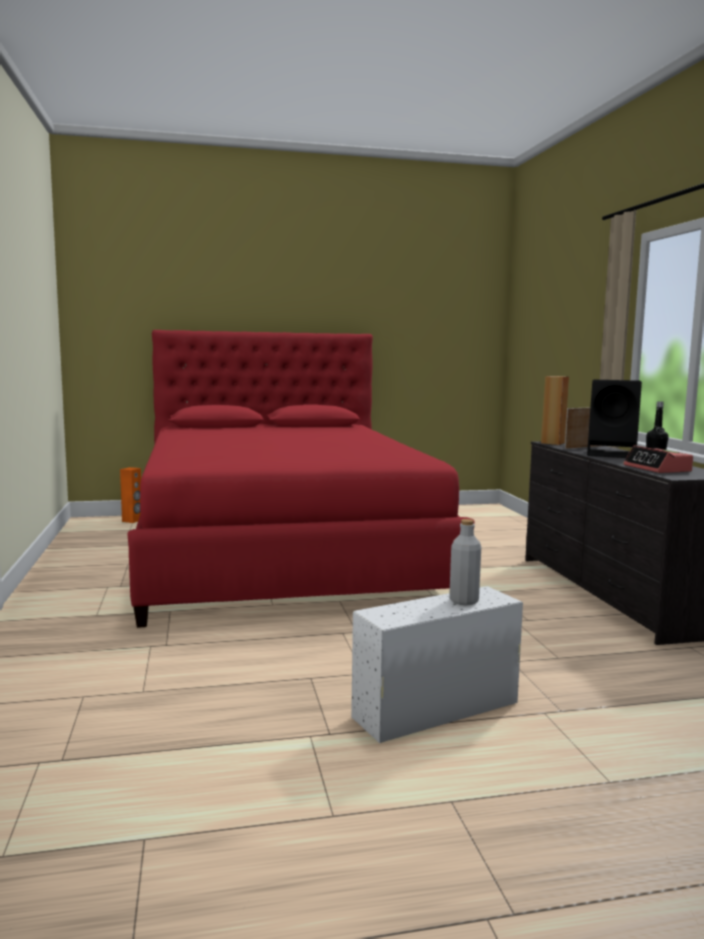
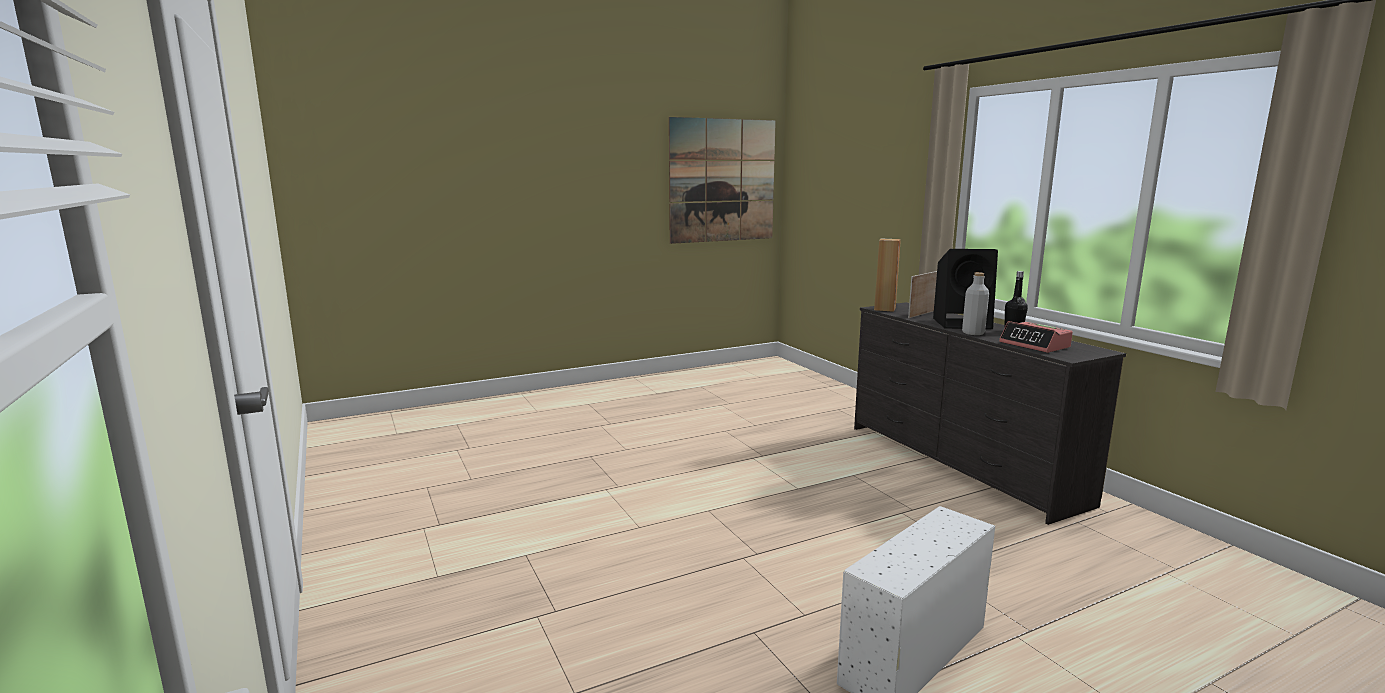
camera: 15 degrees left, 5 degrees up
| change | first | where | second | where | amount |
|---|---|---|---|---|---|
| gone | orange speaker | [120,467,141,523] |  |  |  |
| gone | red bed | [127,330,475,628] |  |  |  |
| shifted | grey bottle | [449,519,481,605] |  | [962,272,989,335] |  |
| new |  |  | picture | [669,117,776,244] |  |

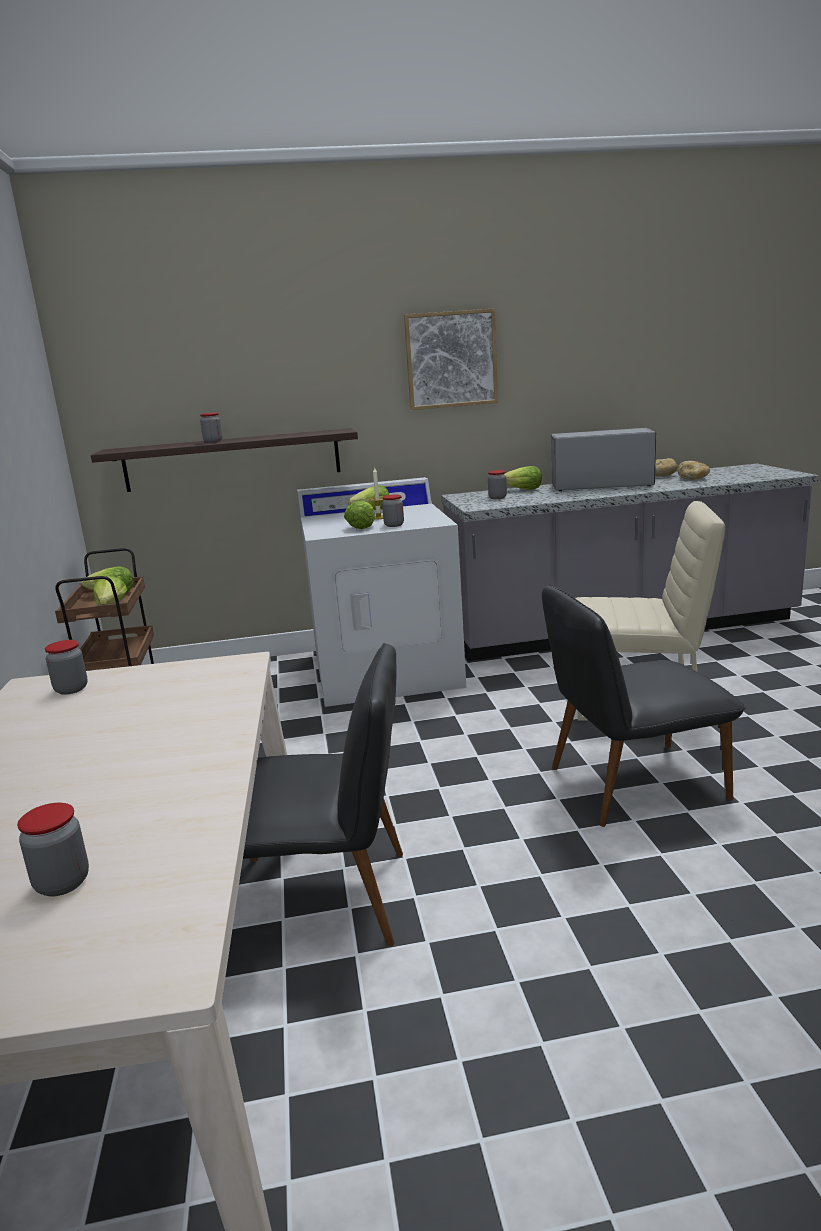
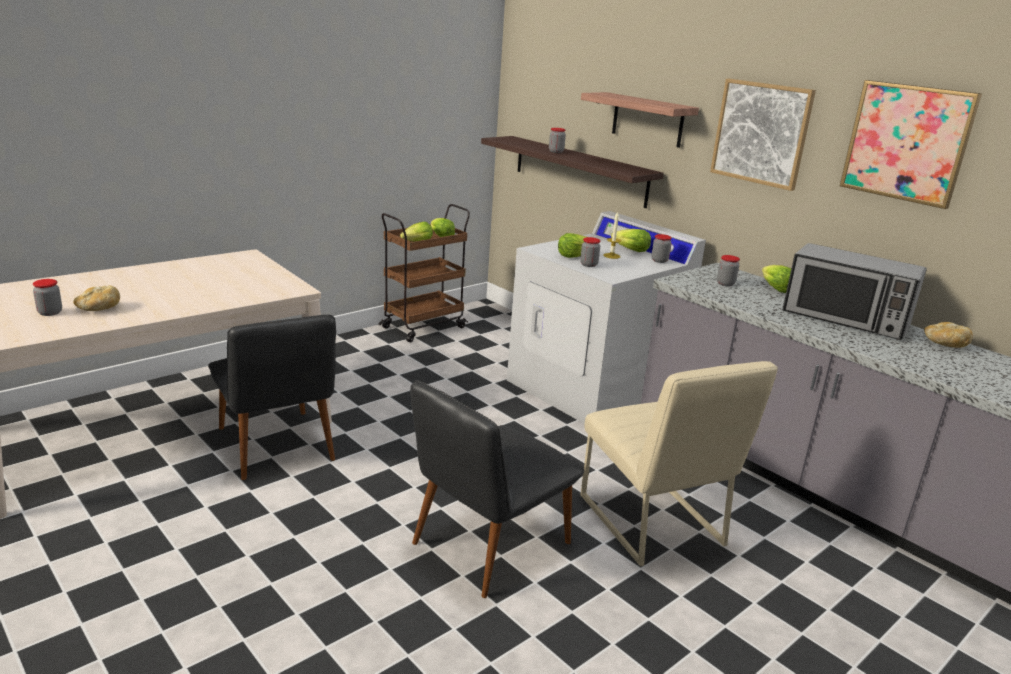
camera: 55 degrees right, 5 degrees up
| change | first | where | second | where | amount |
|---|---|---|---|---|---|
| shifted | jar | [45,640,88,695] |  | [651,234,672,263] |  |
| rotated | black chair | [542,585,745,827] |  | [410,380,584,598] | 90 degrees counterclockwise |
| rotated | microwave | [551,428,656,491] |  | [783,243,927,340] | 150 degrees clockwise |
| shifted | bread | [678,461,710,480] |  | [73,286,120,311] |  |
| new |  |  | shelf | [581,92,699,148] |  |
| new |  |  | picture | [840,80,982,209] |  |

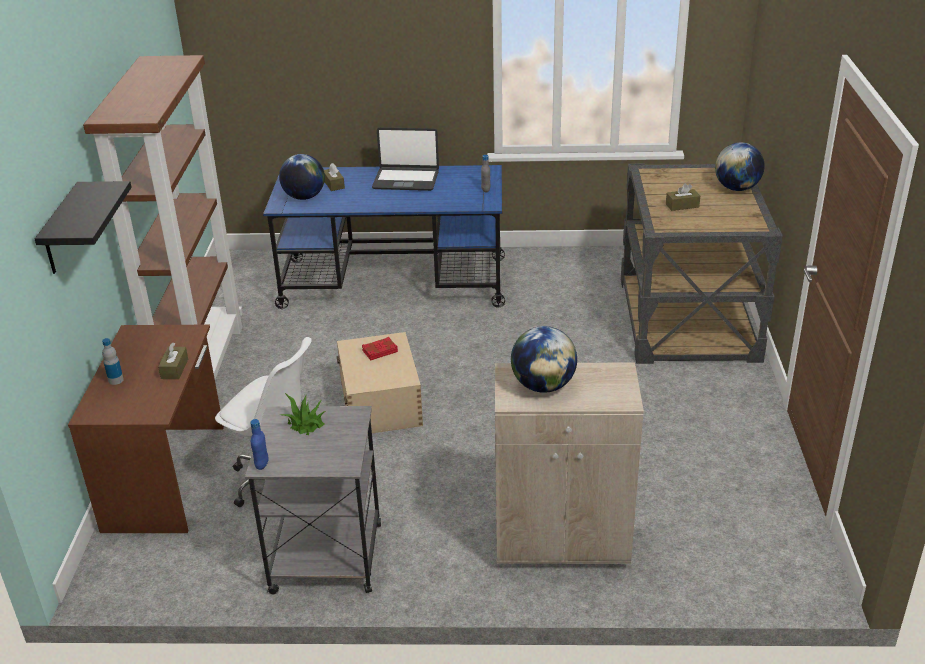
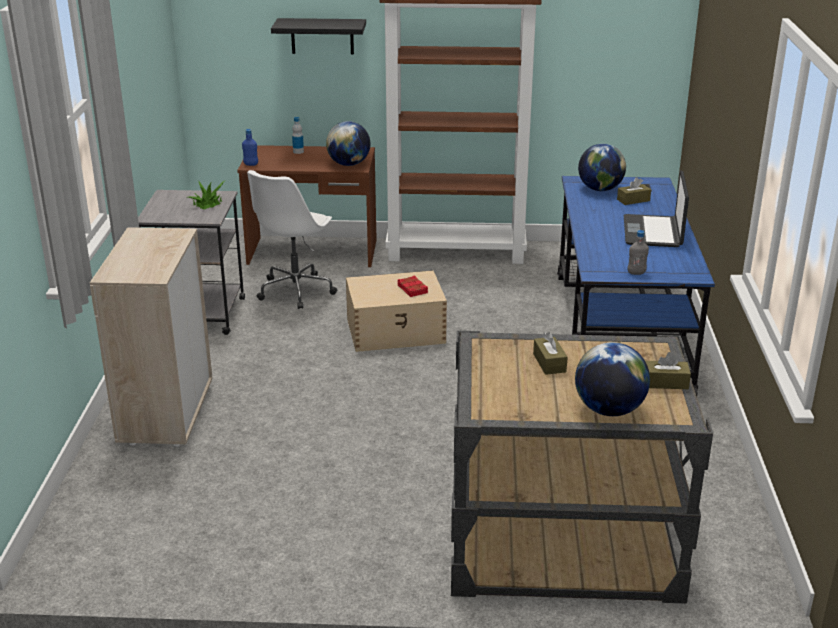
camera: 90 degrees right, 5 degrees down
| change | first | where | second | where | amount |
|---|---|---|---|---|---|
| shifted | brown tissue box | [158,342,188,379] |  | [645,352,691,389] |  |
| shifted | blue bottle | [250,419,269,470] |  | [242,129,258,166] |  |
| shifted | globe | [511,326,577,393] |  | [326,121,370,166] |  |

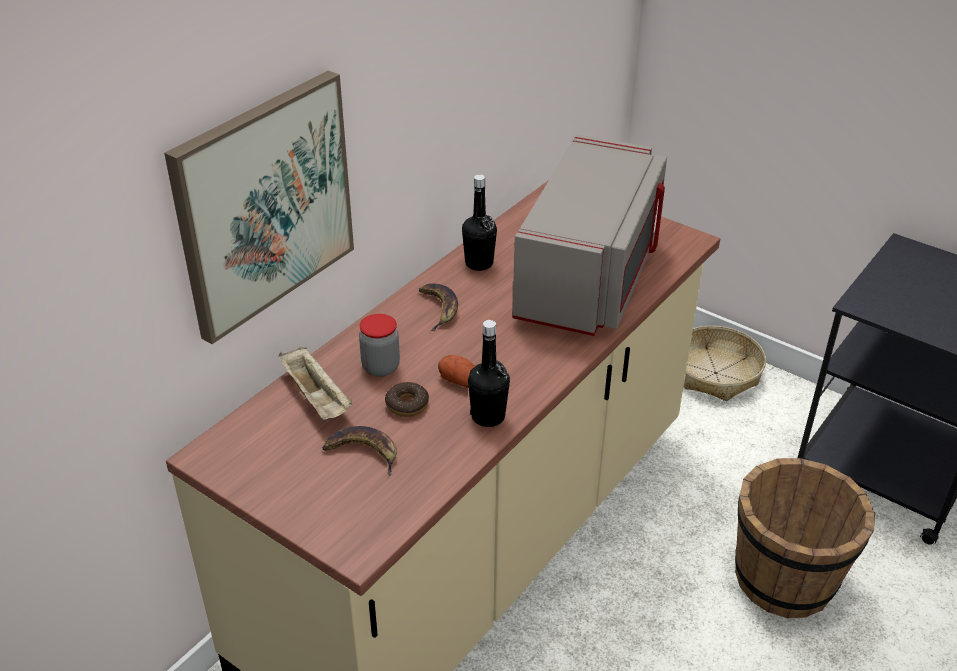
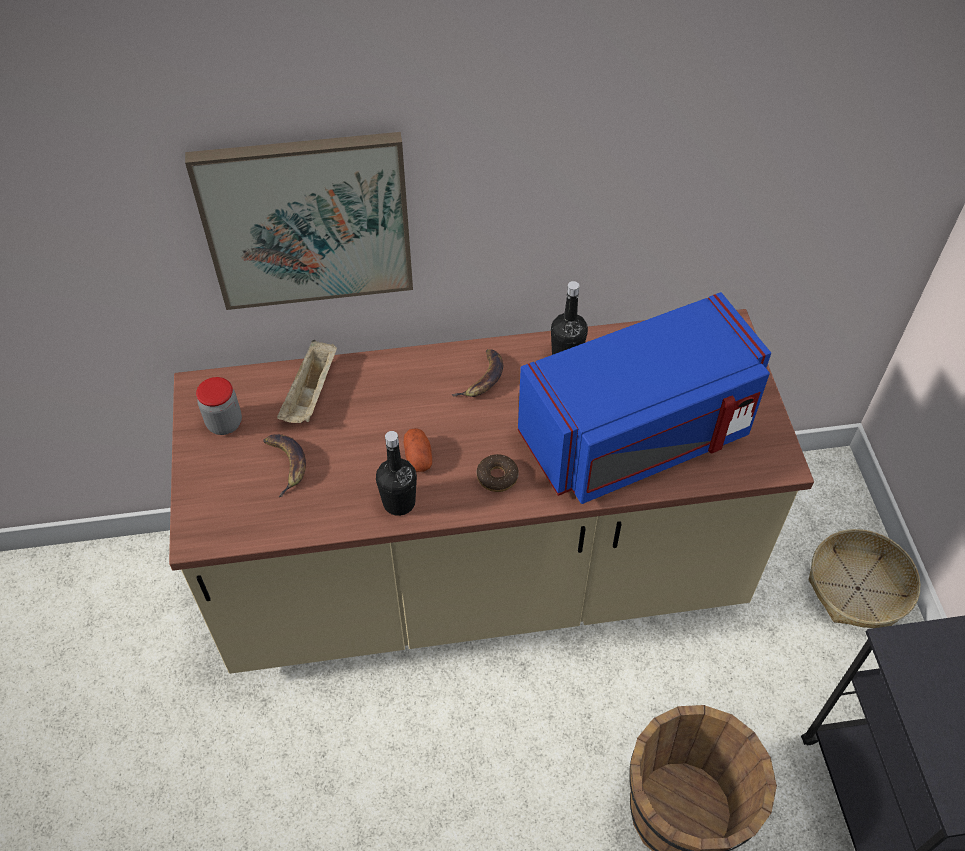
camera: 45 degrees right, 15 degrees up
| change | first | where | second | where | amount |
|---|---|---|---|---|---|
| shifted | jar | [359,314,400,377] |  | [196,377,242,435] |  |
| shifted | donut | [385,382,429,417] |  | [477,454,519,492] |  |
| repainted | grey microwave | [512,135,667,336] | blue microwave | [518,292,771,504] |  |

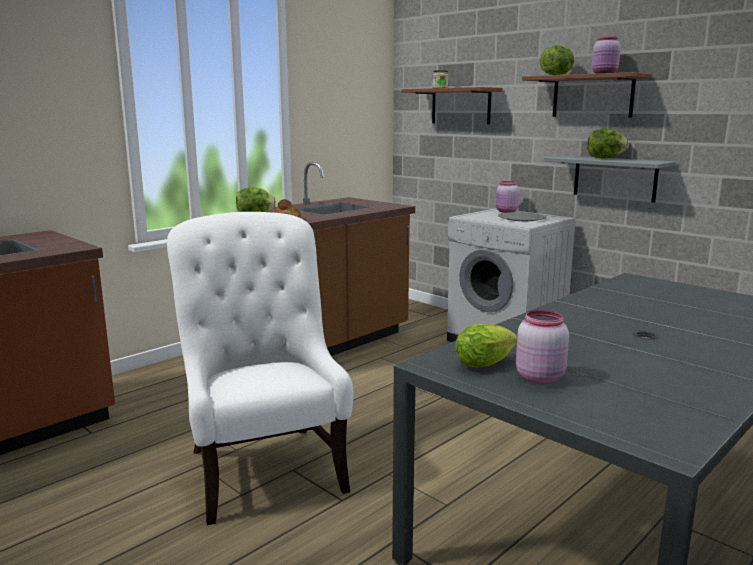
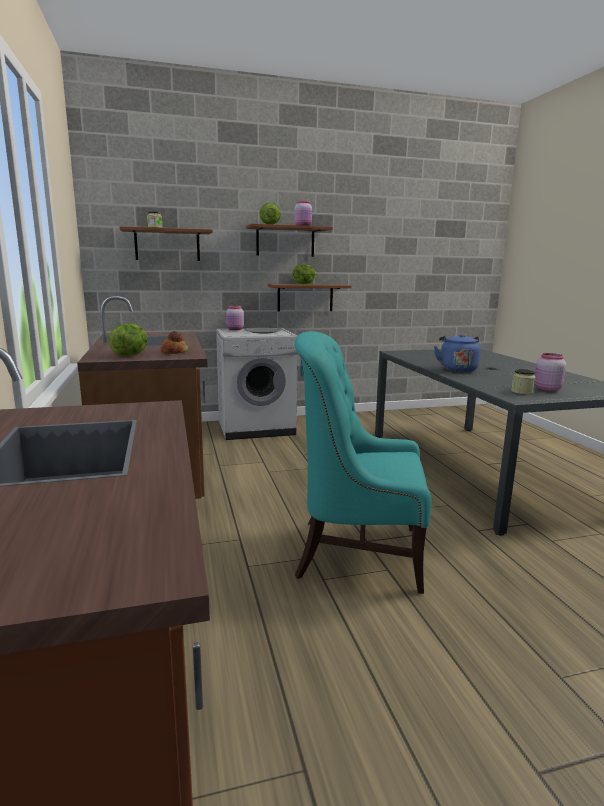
camera: 60 degrees left, 0 degrees up
| change | first | where | second | where | amount |
|---|---|---|---|---|---|
| repainted | white chair | [167,212,354,525] | turquoise chair | [295,331,431,594] |  |
| swapped | lettuce | [455,324,517,368] | jar | [511,369,536,394] |  |
| repainted | grey shelf | [544,155,676,203] | brown shelf | [268,284,352,312] |  |
| new |  |  | blue kettle | [434,334,480,372] |  |

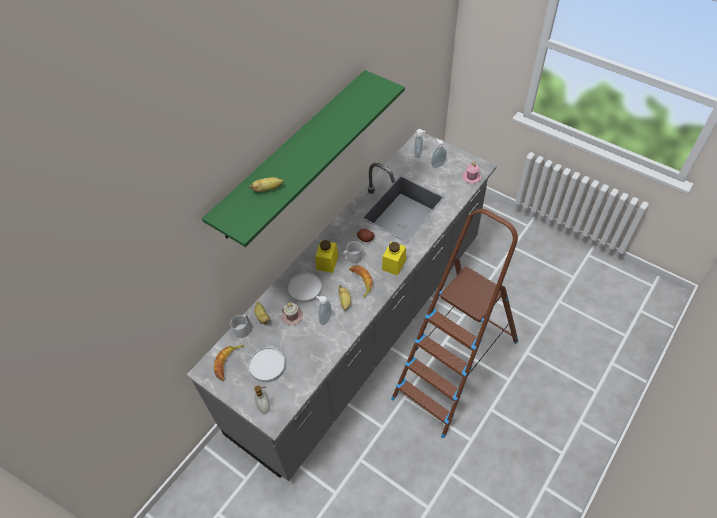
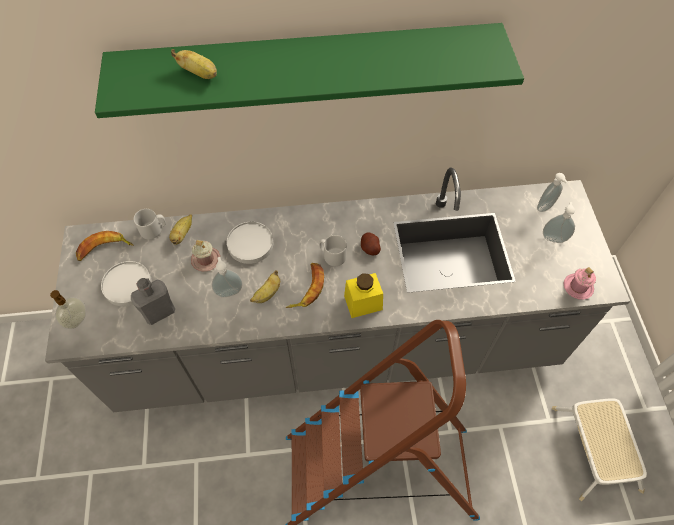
camera: 45 degrees right, 5 degrees up
| change | first | where | second | where | amount |
|---|---|---|---|---|---|
| gone | yellow jar | [315,240,339,273] |  |  |  |
| new |  |  | grey bottle | [131,278,175,325] |  |
| new |  |  | beige step ladder | [551,398,647,501] |  |

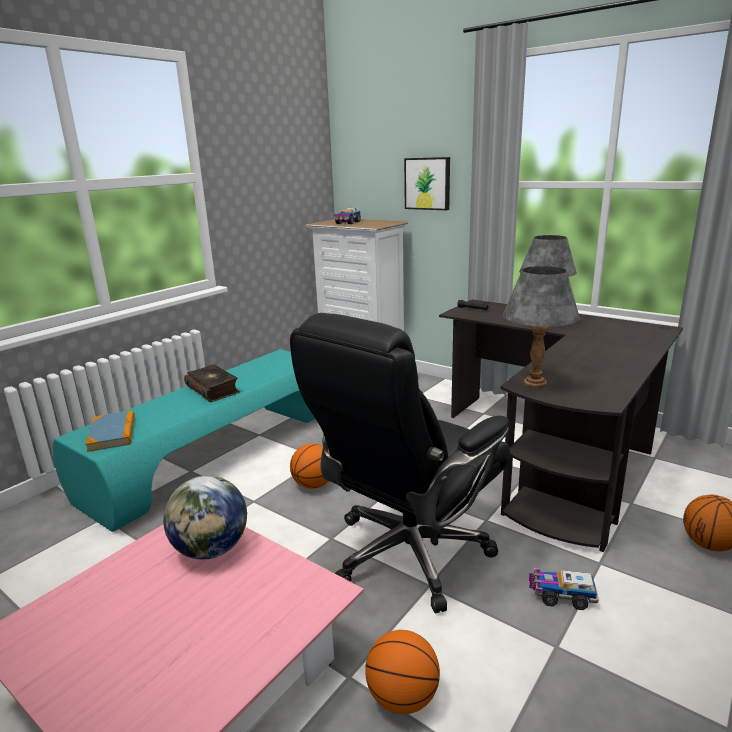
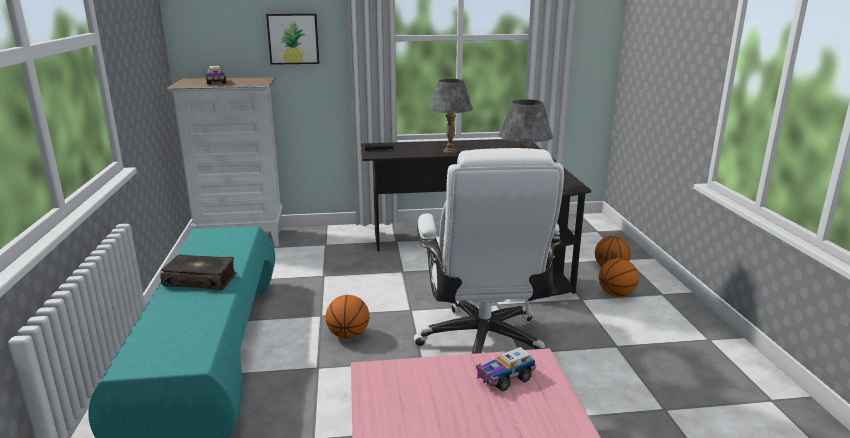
camera: 45 degrees left, 0 degrees up
| change | first | where | second | where | amount |
|---|---|---|---|---|---|
| gone | book | [85,410,135,452] |  |  |  |
| gone | globe | [163,475,247,560] |  |  |  |
| repainted | black office chair | [290,313,510,613] | white office chair | [414,148,564,354] |  |
| shifted | basketball | [365,630,440,714] |  | [599,258,639,297] |  |
| shifted | toy truck | [529,568,599,610] |  | [476,347,536,392] |  |

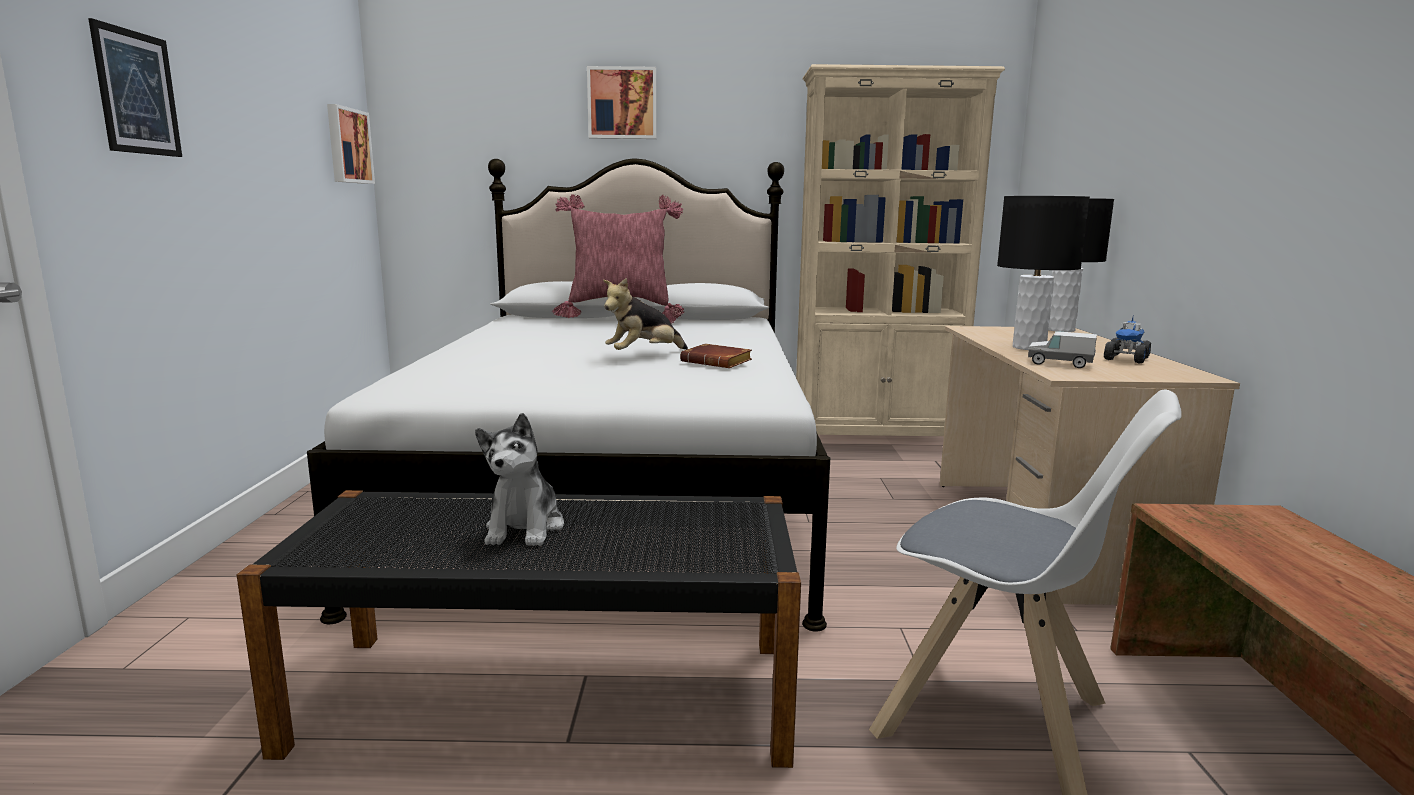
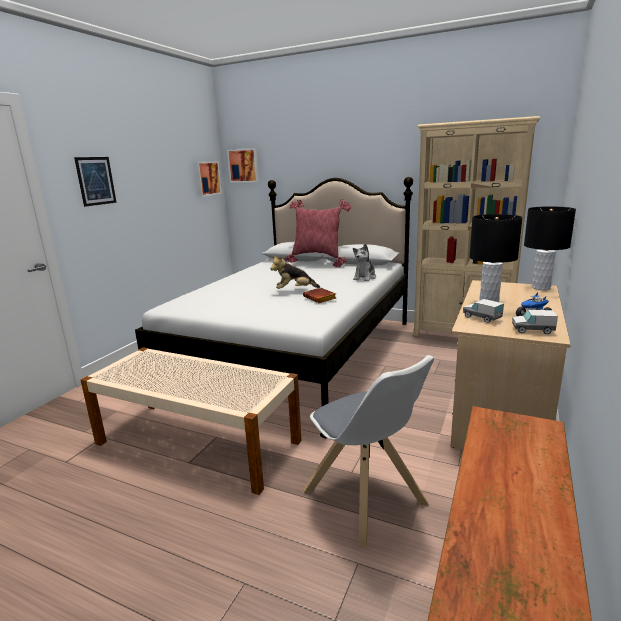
camera: 25 degrees right, 5 degrees up
| change | first | where | second | where | amount |
|---|---|---|---|---|---|
| repainted | black bench | [237,490,801,768] | beige bench | [80,347,301,495] |  |
| shifted | plush toy | [475,413,564,546] |  | [353,244,376,281] |  |
| shifted | picture | [587,66,657,139] |  | [227,148,259,183] |  |
| new |  |  | toy truck | [512,310,558,334] |  |

